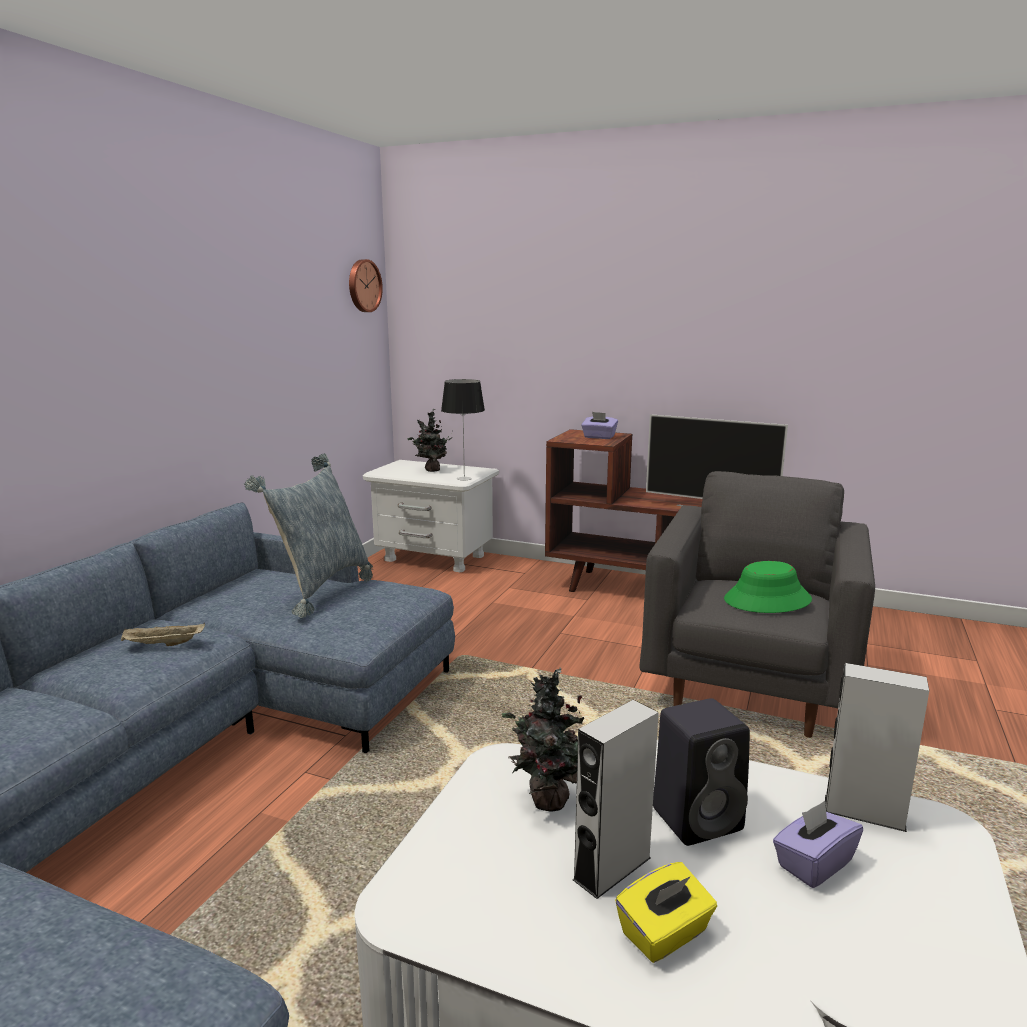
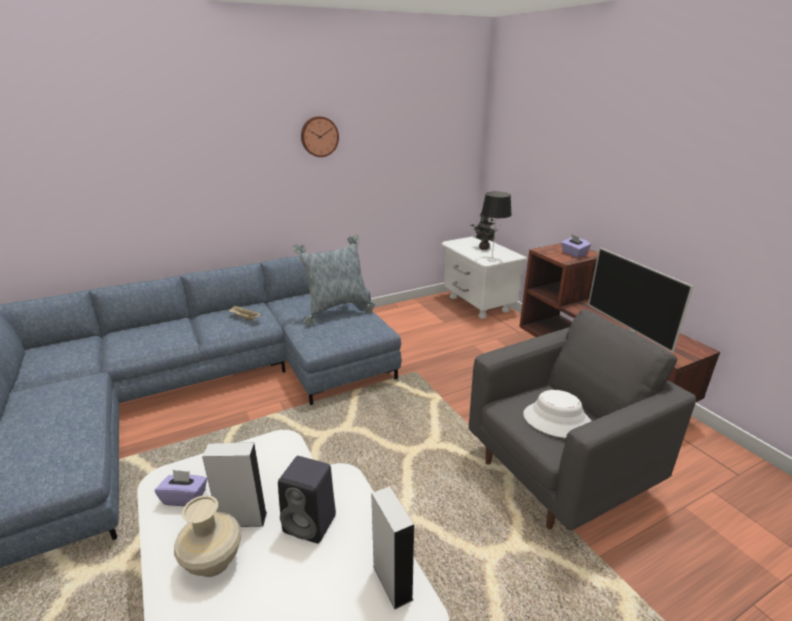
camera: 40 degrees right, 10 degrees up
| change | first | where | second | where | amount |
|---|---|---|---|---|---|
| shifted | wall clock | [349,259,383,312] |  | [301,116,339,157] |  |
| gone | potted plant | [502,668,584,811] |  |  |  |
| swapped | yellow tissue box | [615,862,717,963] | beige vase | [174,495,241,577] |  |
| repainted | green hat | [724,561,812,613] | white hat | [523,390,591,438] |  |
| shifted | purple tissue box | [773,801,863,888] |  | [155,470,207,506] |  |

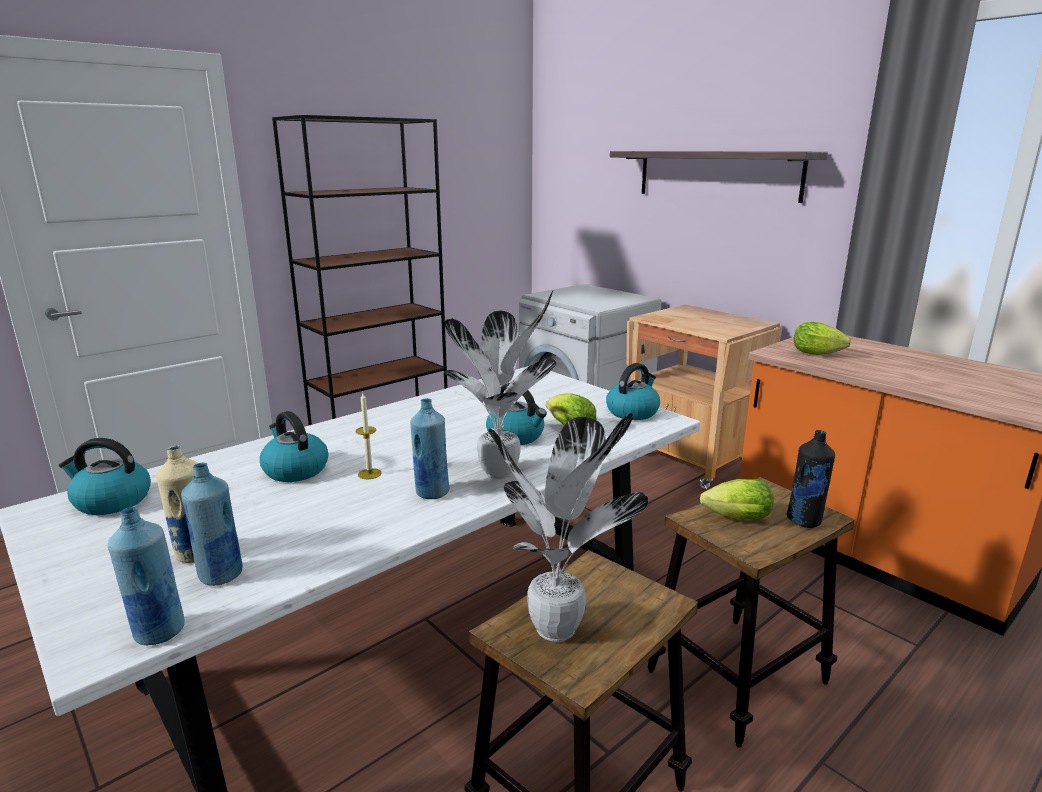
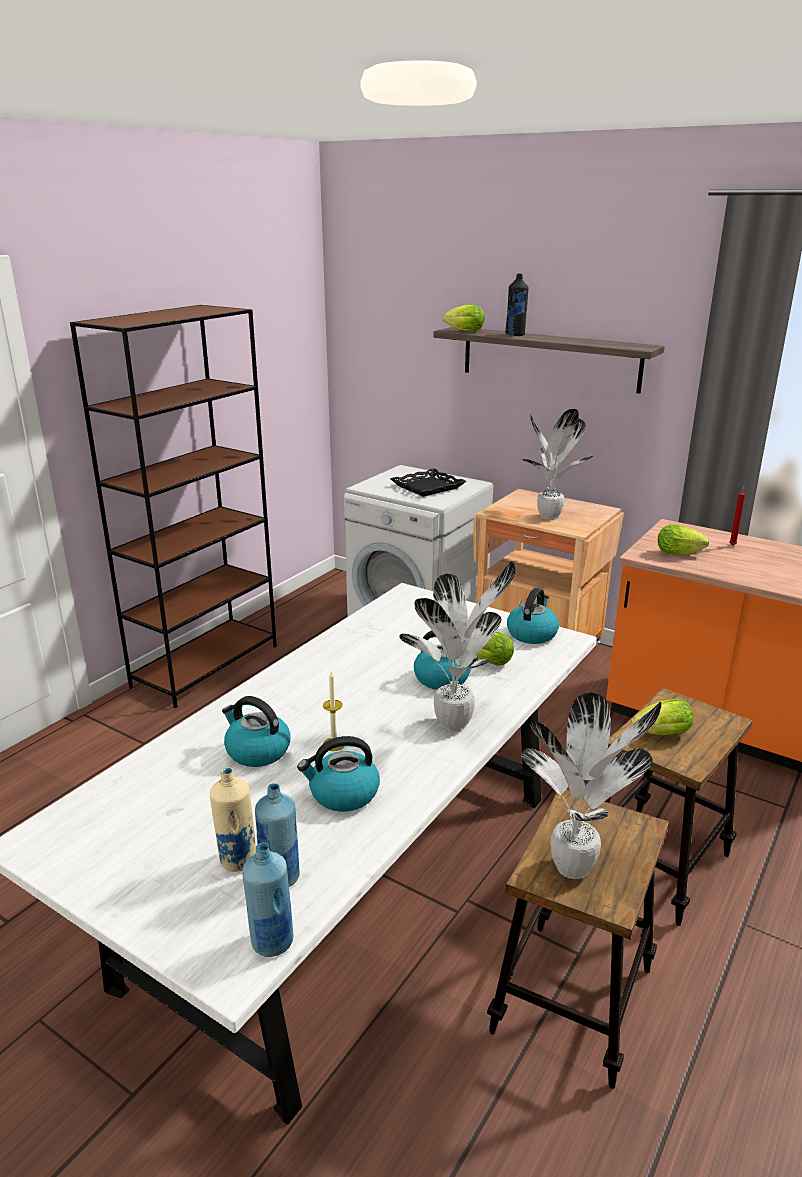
camera: 15 degrees left, 5 degrees up
| change | first | where | second | where | amount |
|---|---|---|---|---|---|
| shifted | kettle | [59,438,151,515] |  | [297,736,380,812] |  |
| gone | blue bottle | [410,398,450,499] |  |  |  |
| shifted | black bottle | [787,430,835,528] |  | [505,274,529,336] |  |
| new |  |  | black tray | [390,468,466,497] |  |
| new |  |  | lettuce | [443,305,484,332] |  |
| new |  |  | potted plant | [522,409,594,520] |  |
| new |  |  | red candle | [729,486,745,546] |  |

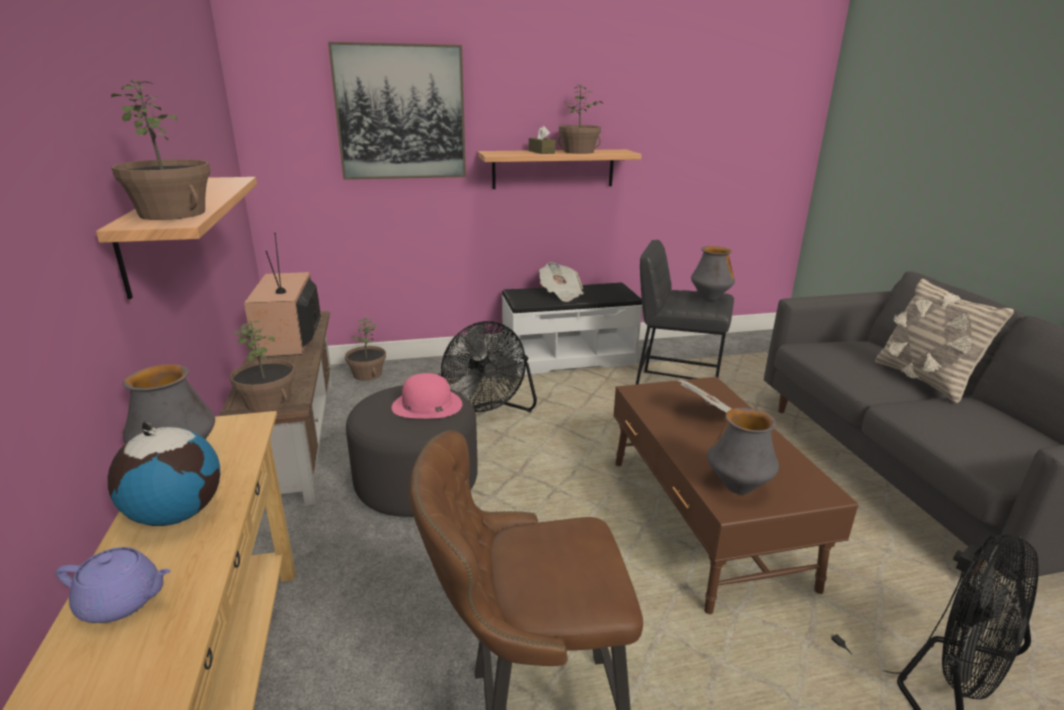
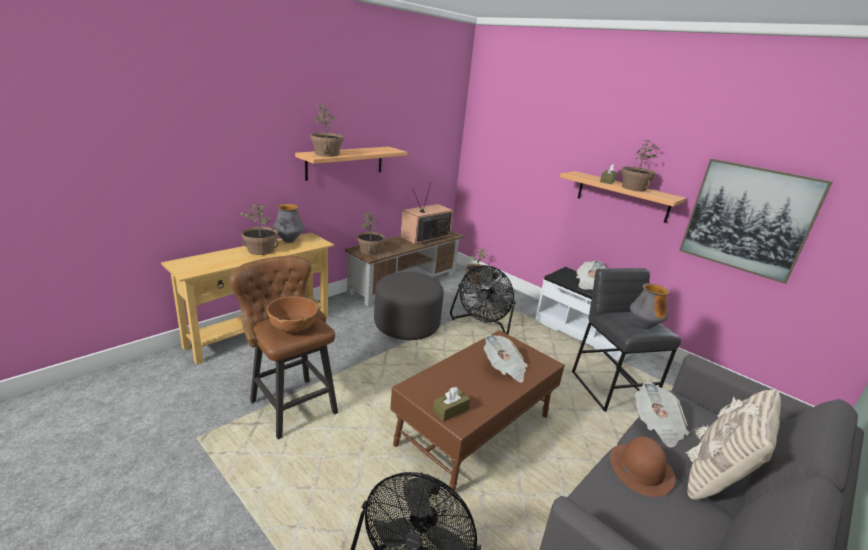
camera: 55 degrees right, 0 degrees up
| change | first | where | second | where | amount |
|---|---|---|---|---|---|
| gone | purple teapot | [56,547,171,623] |  |  |  |
| swapped | globe | [107,422,220,526] | potted plant | [241,204,279,255] |  |
| shifted | picture | [328,42,466,180] |  | [679,159,833,284] |  |
| gone | pink hat | [392,373,462,419] |  |  |  |
| gone | vase | [707,407,779,495] |  |  |  |
| new |  |  | brown bowl | [266,297,318,333] |  |
| new |  |  | brown tissue box | [433,387,470,421] |  |
| new |  |  | brown hat | [610,437,676,497] |  |
| new |  |  | newspaper | [635,382,690,448] |  |

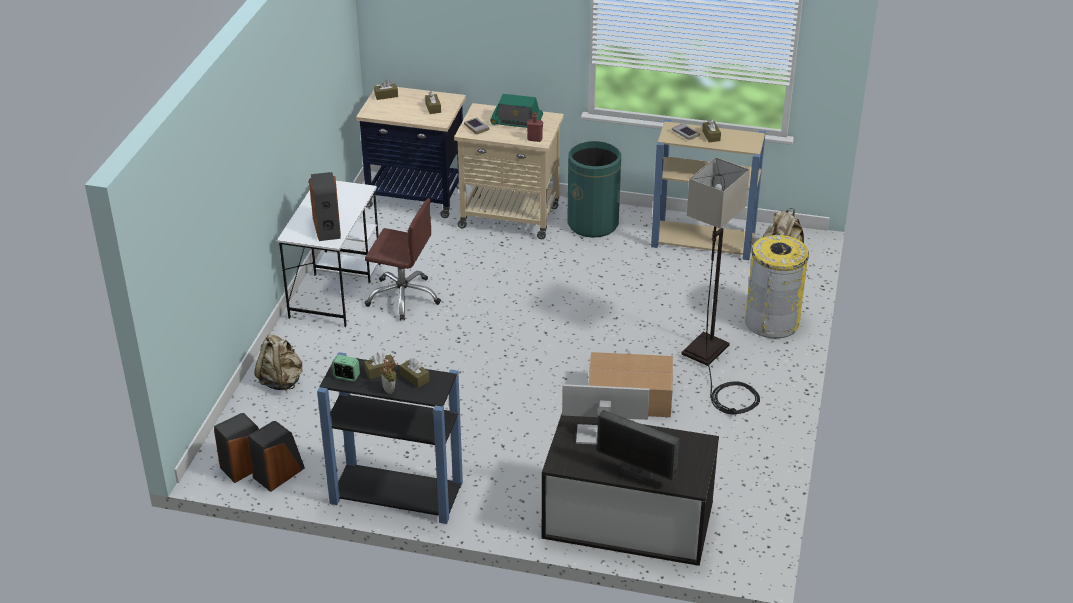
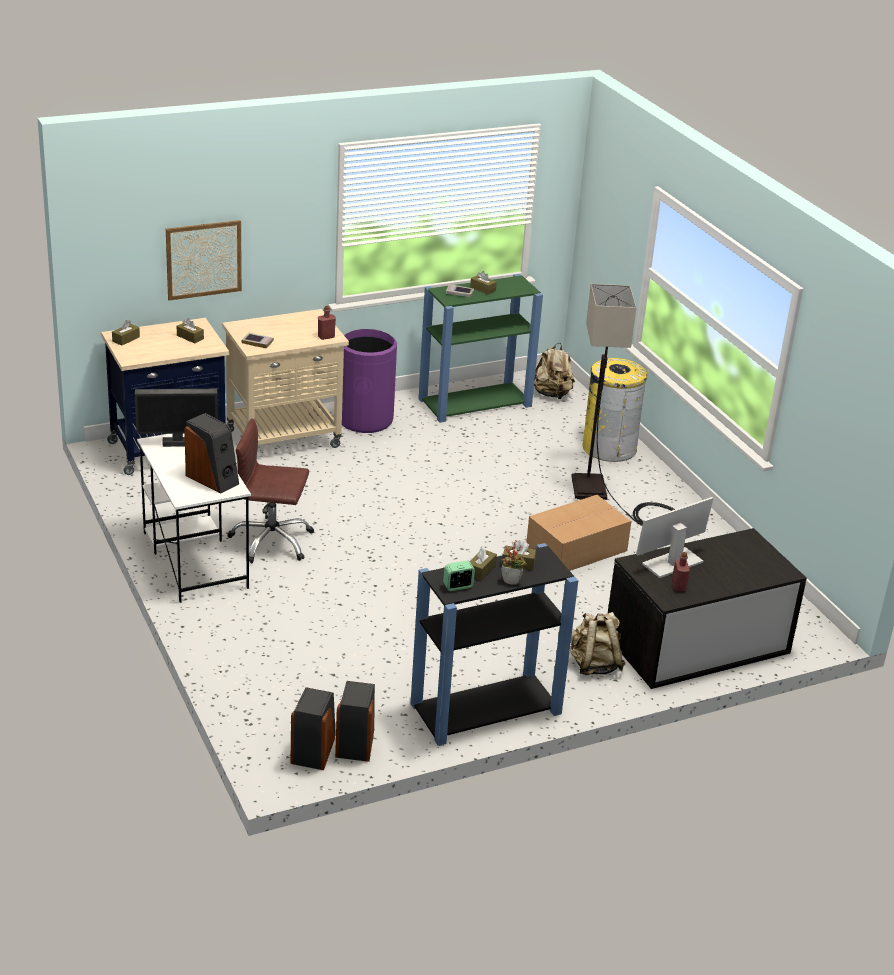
camera: 40 degrees left, 5 degrees down
| change | first | where | second | where | amount |
|---|---|---|---|---|---|
| shifted | beige backpack | [255,334,303,391] |  | [570,612,625,675] |  |
| rotated | brown office chair | [364,199,441,321] |  | [227,418,314,563] | 150 degrees counterclockwise |
| gone | radio | [490,94,543,128] |  |  |  |
| repainted | green trash can | [567,141,621,238] | purple trash can | [342,329,397,433] |  |
| shifted | monitor | [597,410,680,483] |  | [135,389,218,447] |  |
| repainted | beige bookcase | [651,119,766,260] | green bookcase | [418,274,543,423] |  |
| new |  |  | picture | [166,220,242,301] |  |
| new |  |  | red bottle | [672,552,690,591] |  |

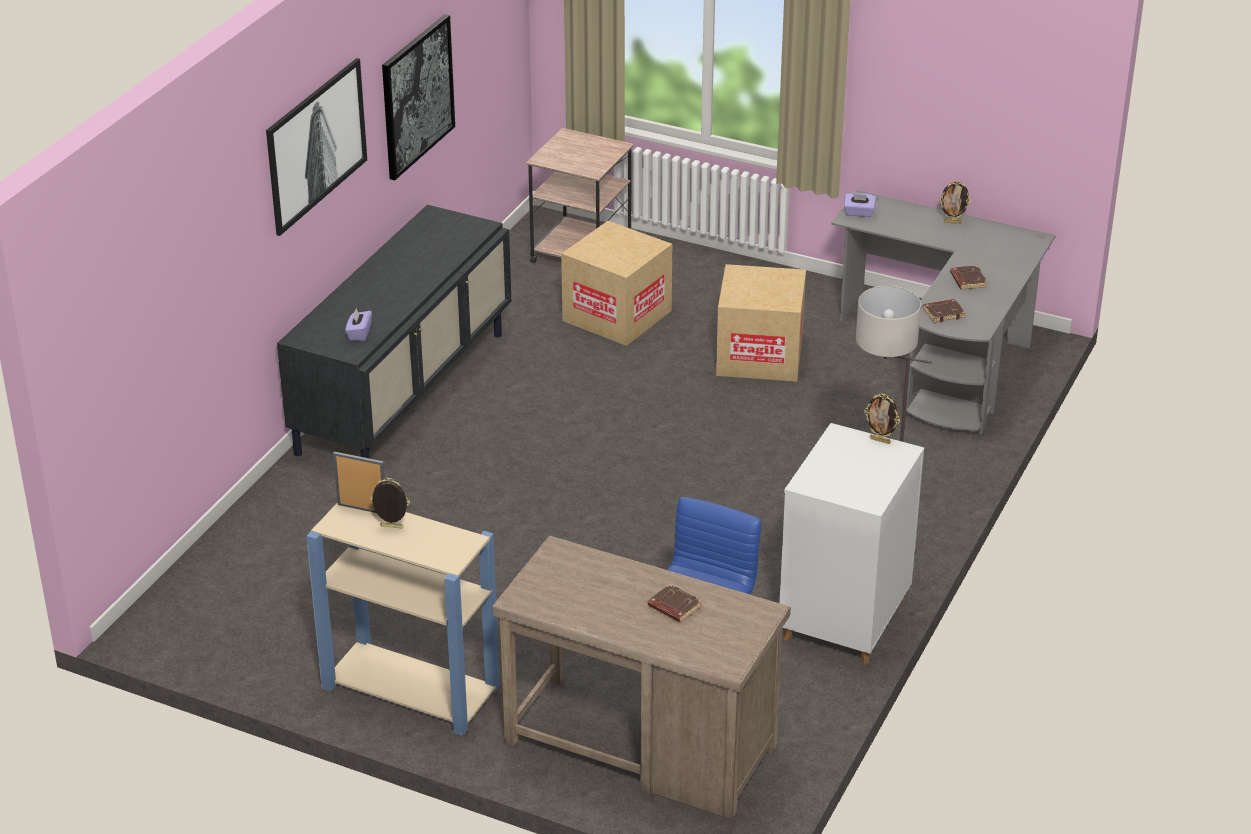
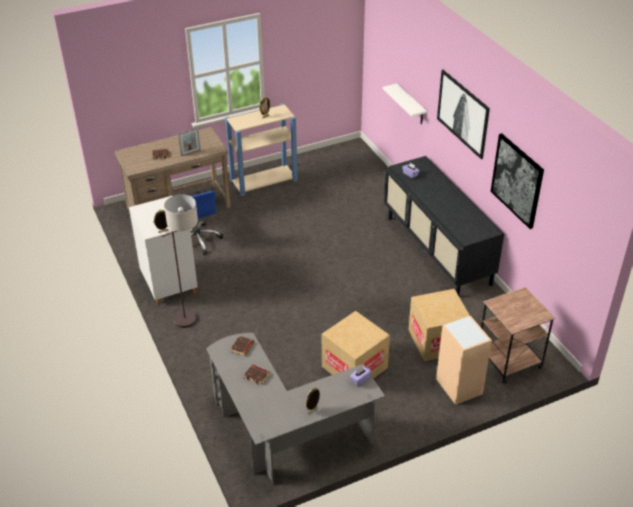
camera: 130 degrees right, 5 degrees up
| change | first | where | second | where | amount |
|---|---|---|---|---|---|
| shifted | picture frame | [333,452,385,513] |  | [178,128,201,156] |  |
| new |  |  | white shelf | [383,83,427,124] |  |
| new |  |  | bookcase | [436,316,492,405] |  |

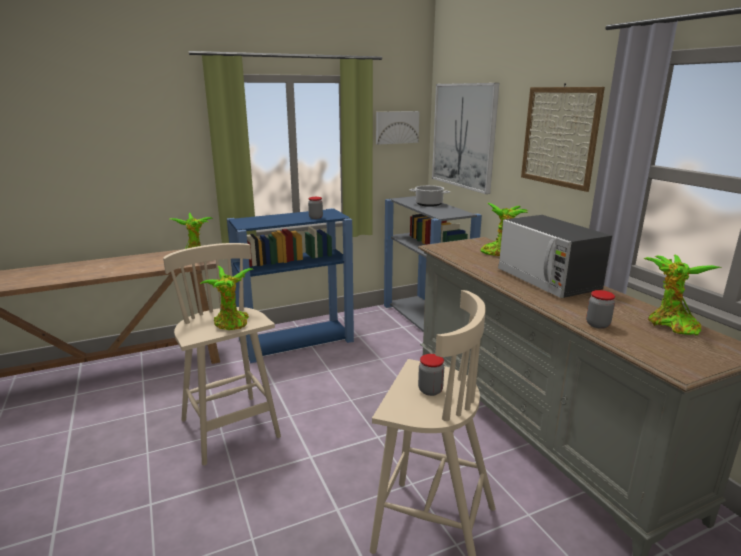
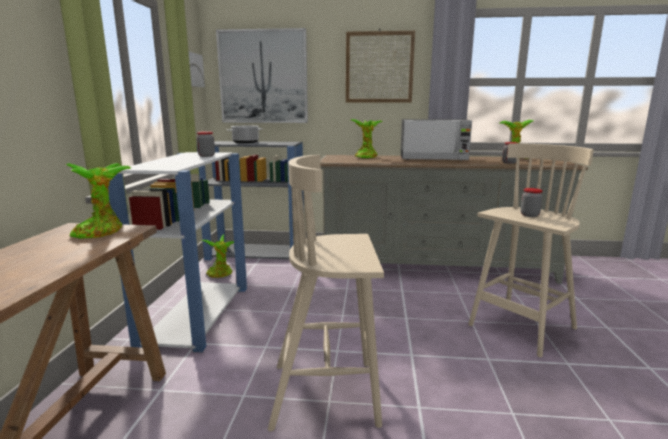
camera: 60 degrees left, 5 degrees down
| change | first | where | second | where | amount |
|---|---|---|---|---|---|
| shifted | potted plant | [200,266,253,330] |  | [201,234,234,278] |  |
| repainted | blue bookcase | [227,208,354,364] | white bookcase | [108,152,247,352] |  |

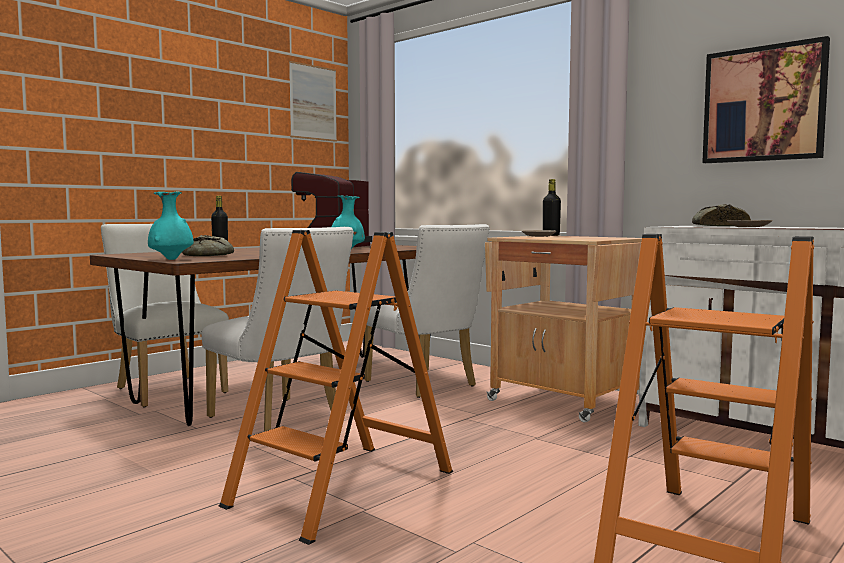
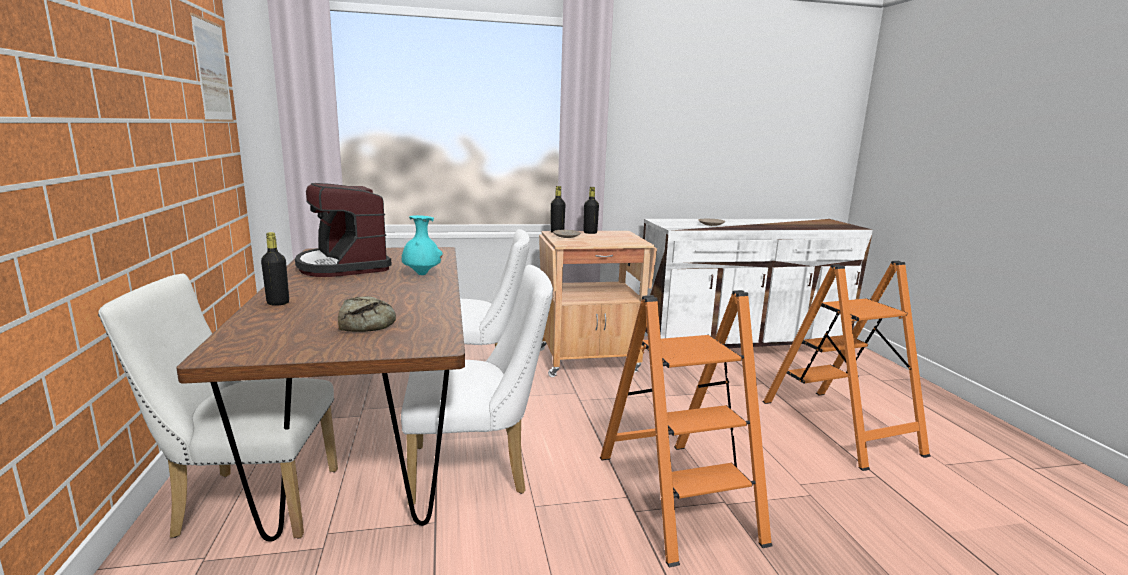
camera: 55 degrees left, 10 degrees up
| change | first | where | second | where | amount |
|---|---|---|---|---|---|
| gone | turquoise vase | [148,192,194,260] |  |  |  |
| gone | bread | [692,204,751,226] |  |  |  |
| gone | picture | [702,36,830,163] |  |  |  |
| new |  |  | black bottle | [584,187,599,234] |  |

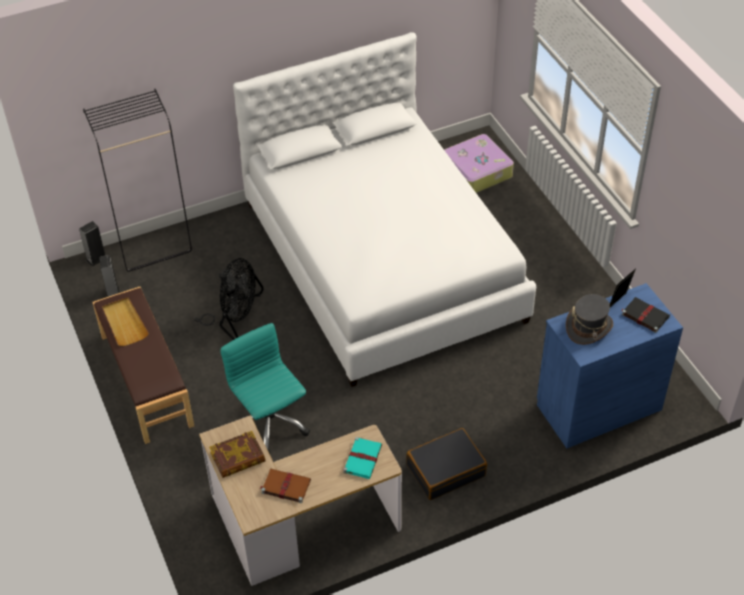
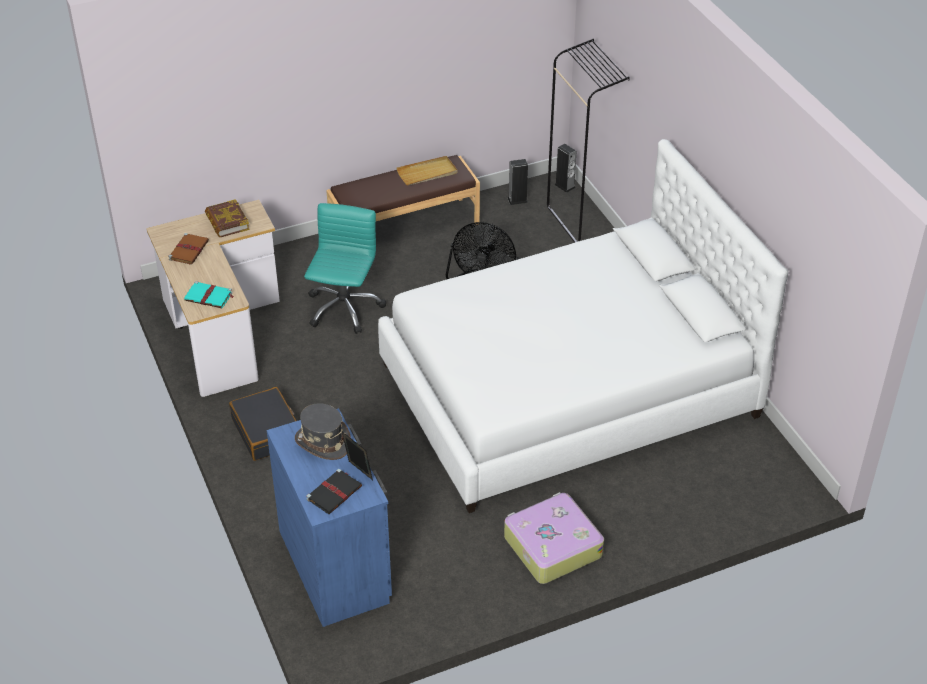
camera: 90 degrees right, 5 degrees down
| change | first | where | second | where | amount |
|---|---|---|---|---|---|
| rotated | turquoise office chair | [220,323,310,454] |  | [304,203,386,334] | 45 degrees counterclockwise |
| shifted | suitcase | [444,134,514,193] |  | [504,492,604,584] |  |

